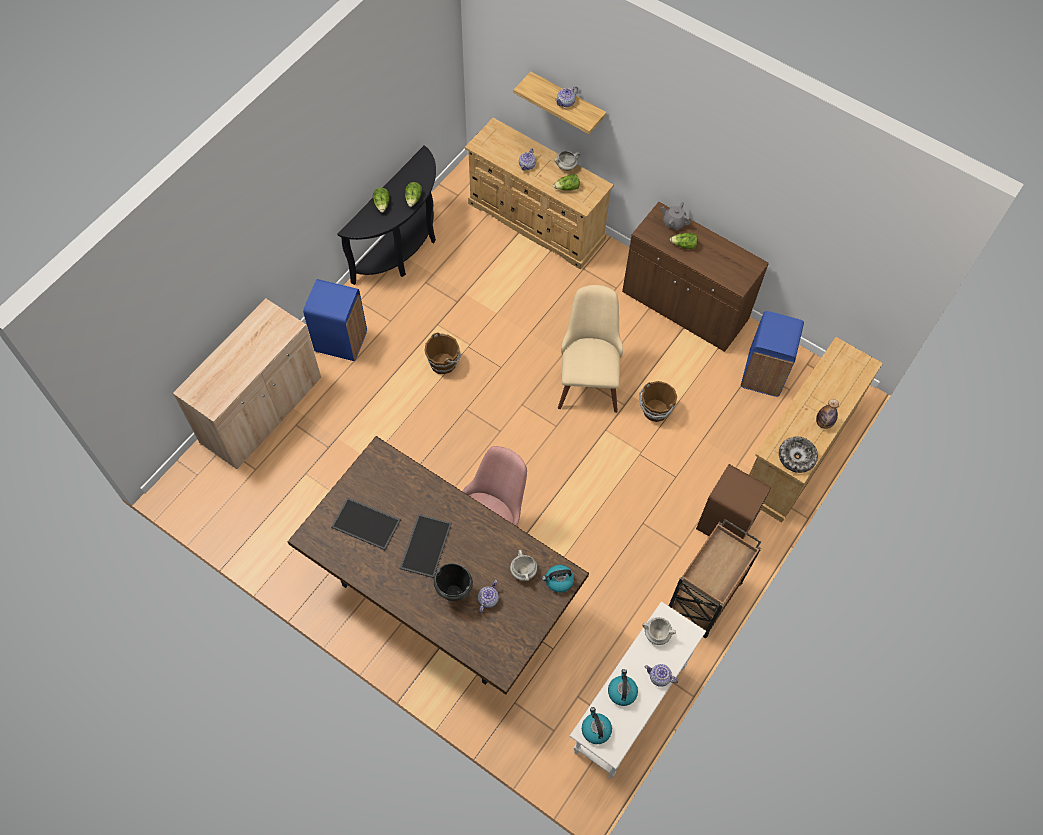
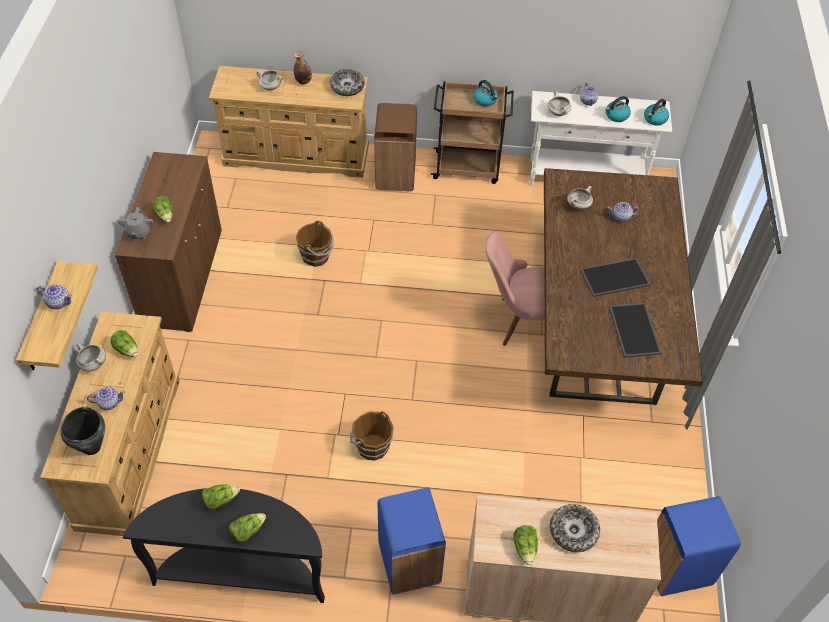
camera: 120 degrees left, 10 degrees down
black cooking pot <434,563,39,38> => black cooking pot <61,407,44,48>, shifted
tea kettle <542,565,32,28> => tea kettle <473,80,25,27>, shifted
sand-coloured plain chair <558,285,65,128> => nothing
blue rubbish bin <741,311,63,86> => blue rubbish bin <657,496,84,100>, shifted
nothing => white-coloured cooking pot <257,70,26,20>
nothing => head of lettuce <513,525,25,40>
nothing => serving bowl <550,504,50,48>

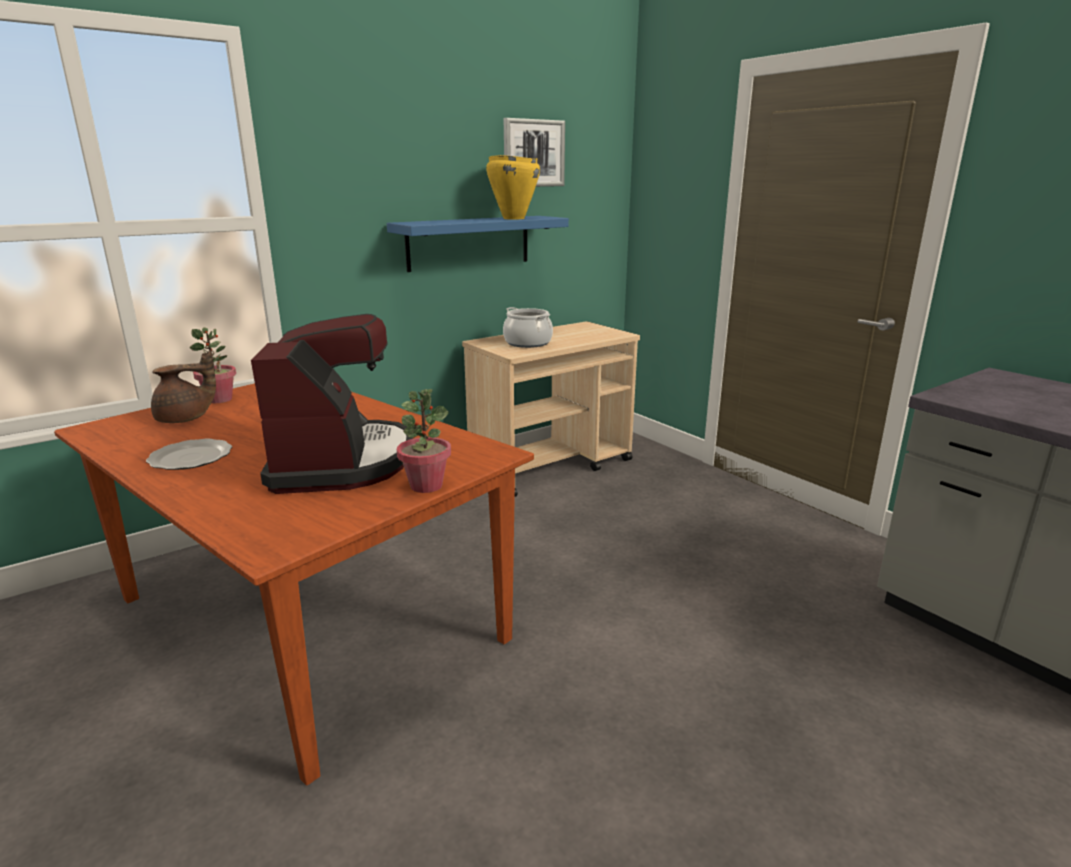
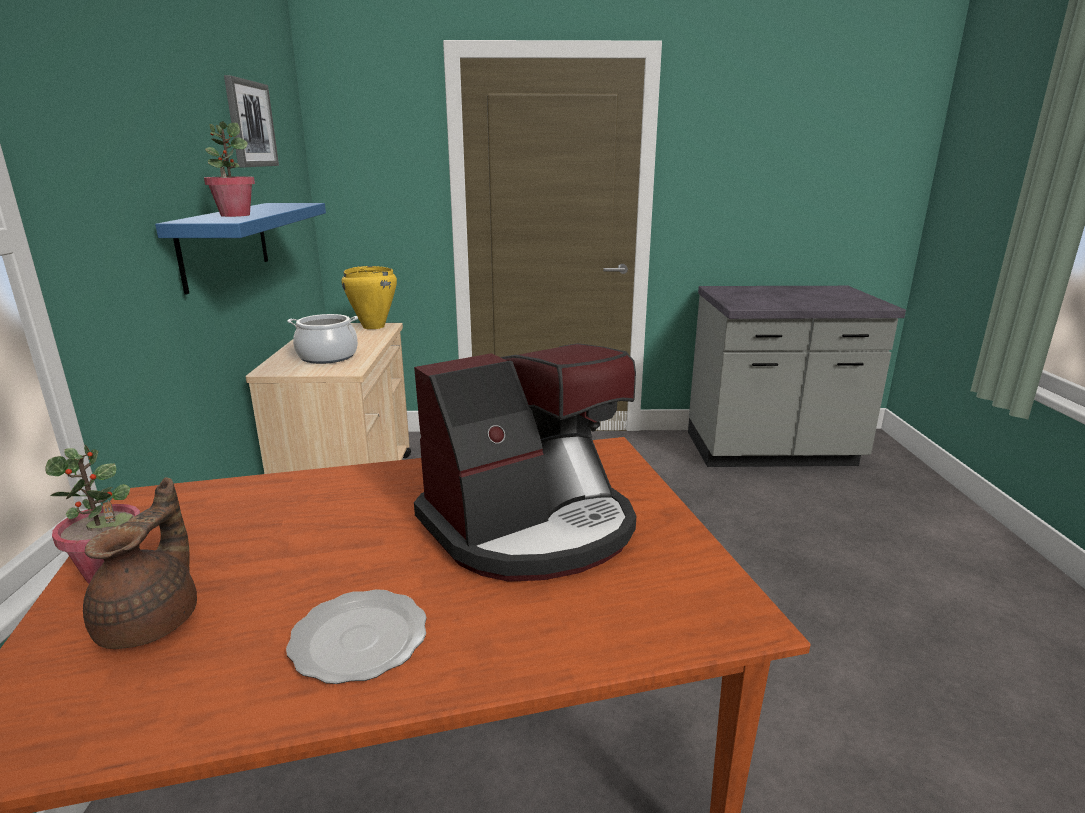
camera: 55 degrees left, 0 degrees up
coffee brewer <251,314,162,180> => coffee brewer <414,343,222,239>, 120 degrees clockwise
houseplant <397,389,54,104> => houseplant <204,121,51,96>, shifted
yellowish cooking pot <486,155,54,65> => yellowish cooking pot <341,266,56,63>, shifted

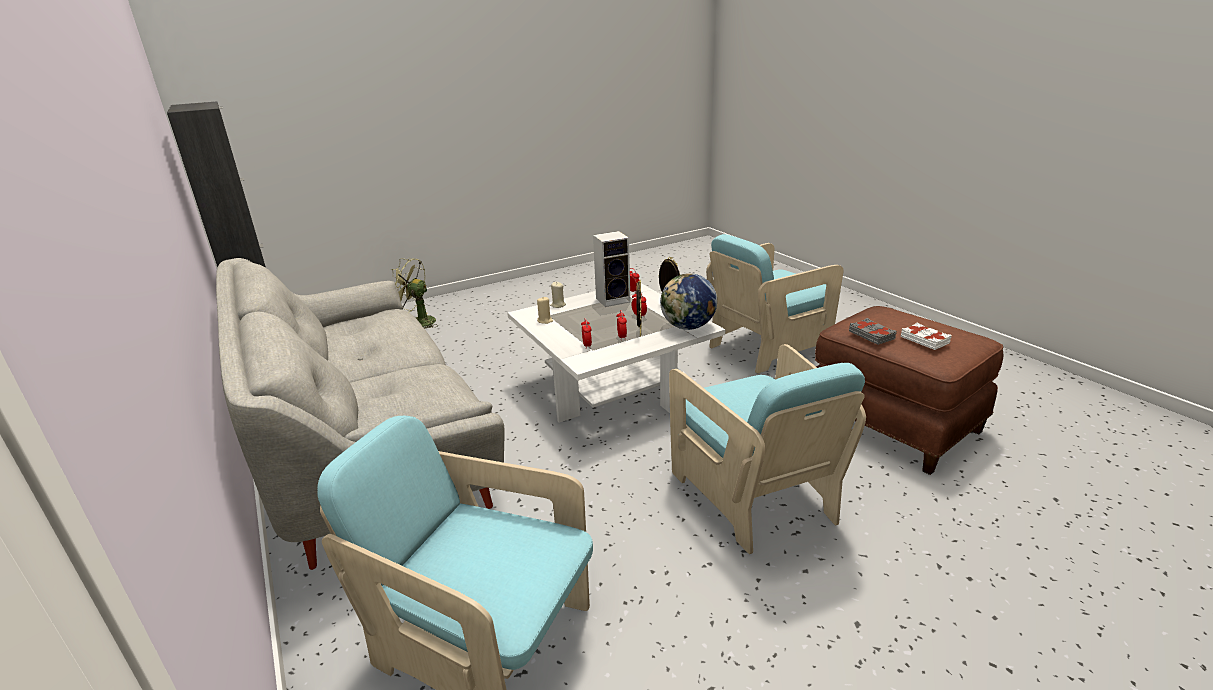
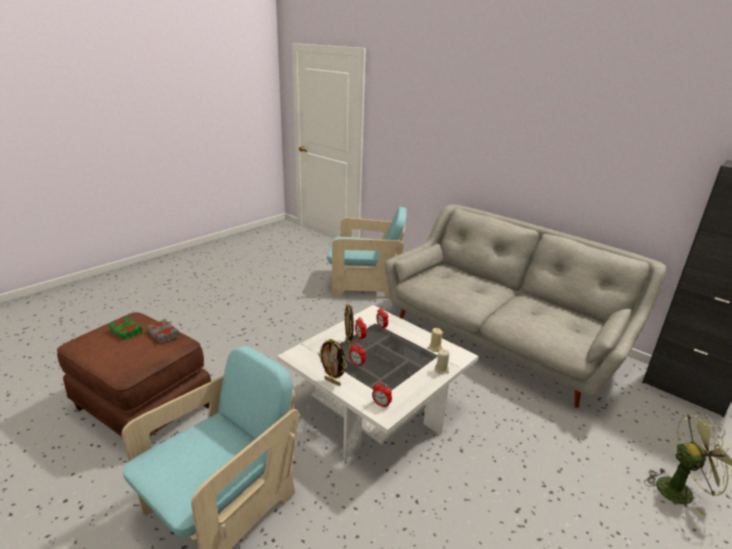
camera: 160 degrees right, 0 degrees up
audio speaker <593,231,37,76> => nothing
globe <660,273,57,57> => nothing
blue-green lounge chair <669,344,197,210> => nothing
white-coloured bound book <901,323,51,27> => green-coloured bound book <109,316,34,24>

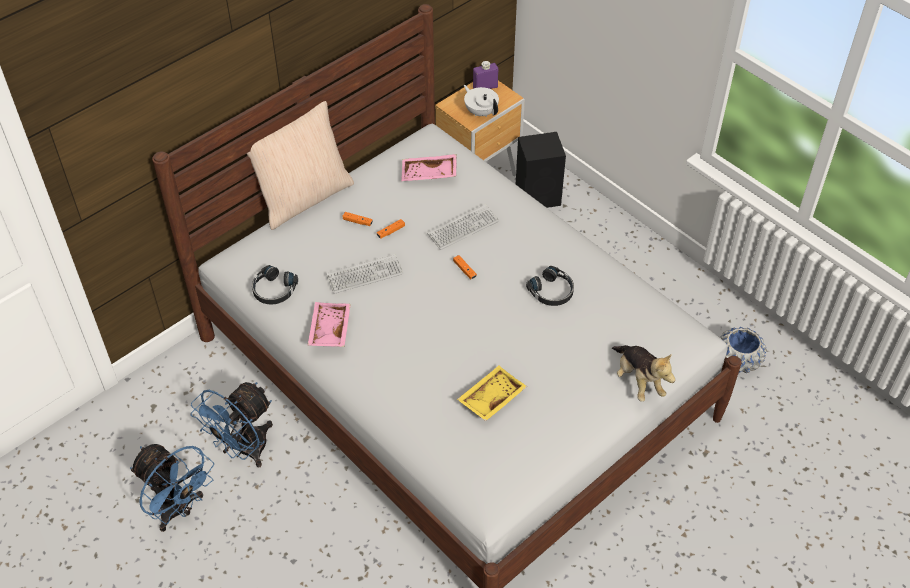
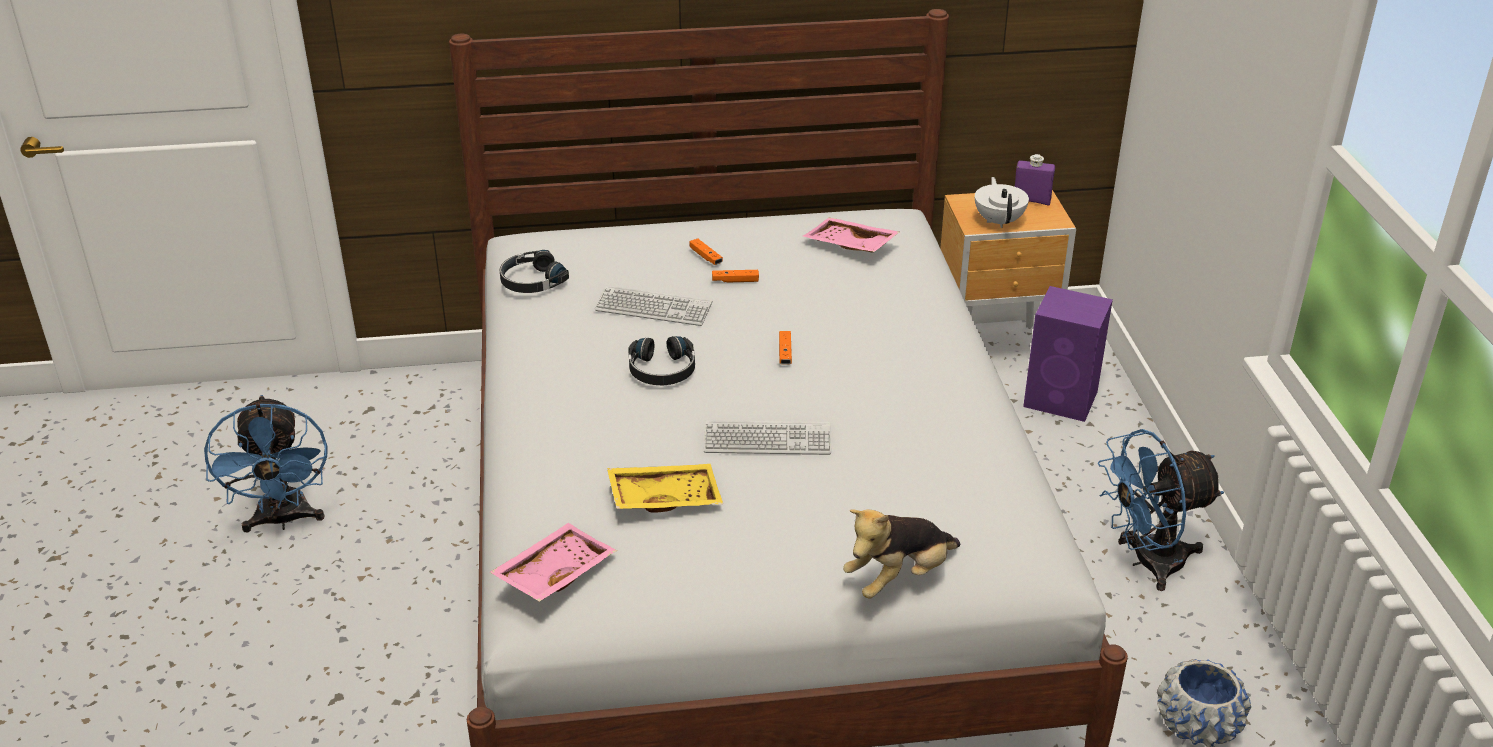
camera: 35 degrees right, 15 degrees down
blue fan <191,382,82,85> => blue fan <1098,429,126,162>, shifted
sand-coloured cushion <246,101,108,129> => nothing
pinkish serving tray <308,302,43,45> => pinkish serving tray <490,523,127,79>, shifted
computer keyboard <427,204,72,46> => computer keyboard <704,420,127,35>, shifted
black audio speaker <516,132,50,76> => purple audio speaker <1023,286,90,136>
black headset <526,266,48,40> => black headset <628,336,67,49>, shifted
soft toy <612,345,63,57> => soft toy <843,509,117,90>, 45 degrees clockwise

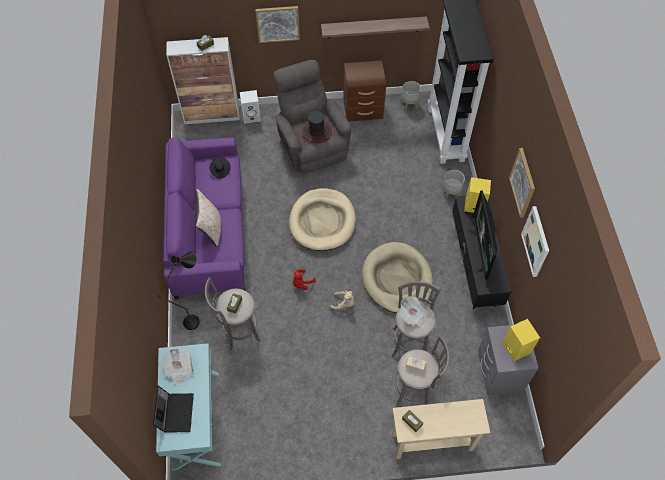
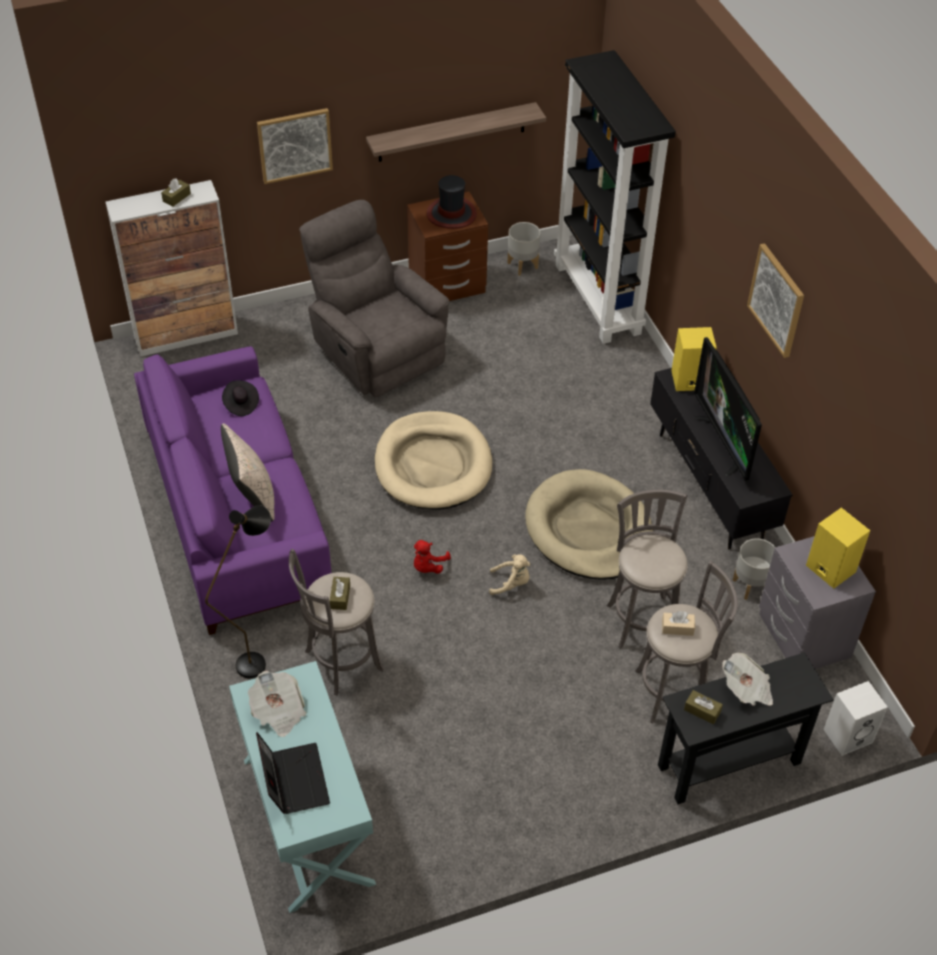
camera: 15 degrees left, 10 degrees down
white-coloured audio speaker <240,90,21,33> => white-coloured audio speaker <823,681,65,75>, shifted
clothing hat <302,111,30,32> => clothing hat <427,175,50,54>, shifted
sand-coloured hall table <392,399,98,60> => black hall table <658,652,176,152>
daily paper <400,296,28,32> => daily paper <722,653,51,53>, shifted
grey planter <443,170,22,30> => grey planter <732,538,43,62>, shifted
wall art <521,206,28,71> => nothing

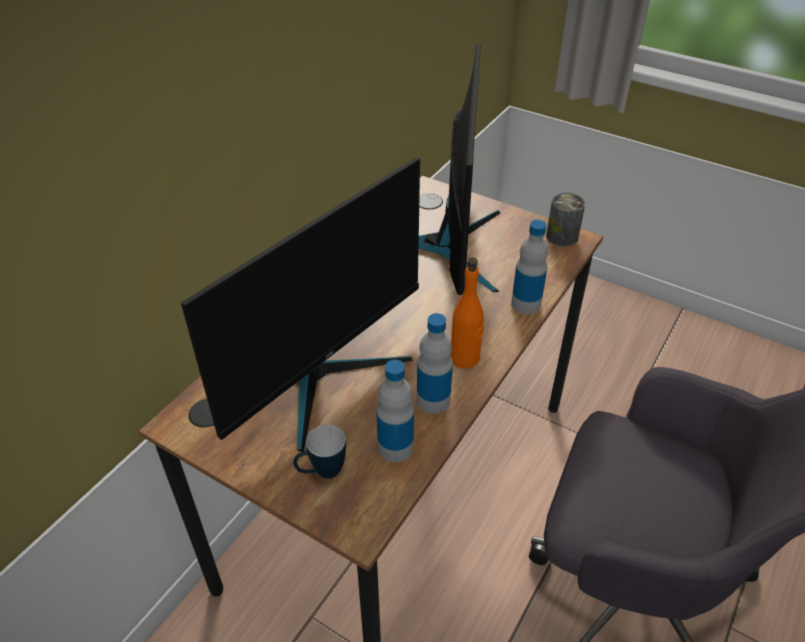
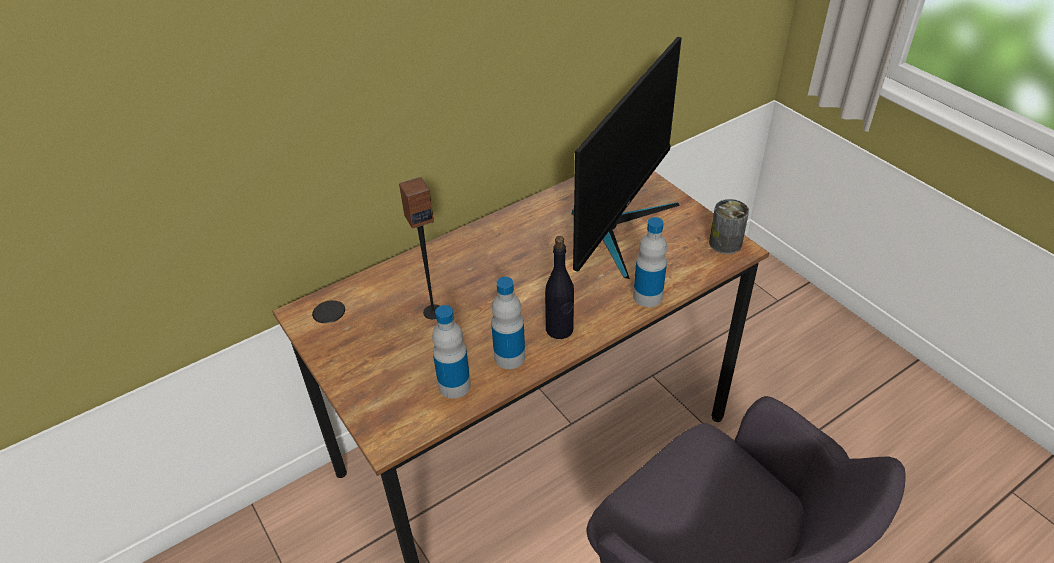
camera: 25 degrees right, 0 degrees up
monitor <181,158,239,294> => audio speaker <399,177,41,142>
coffee mug <293,425,53,54> => nothing
orange-coloured bottle <450,257,34,112> => black bottle <545,236,29,103>

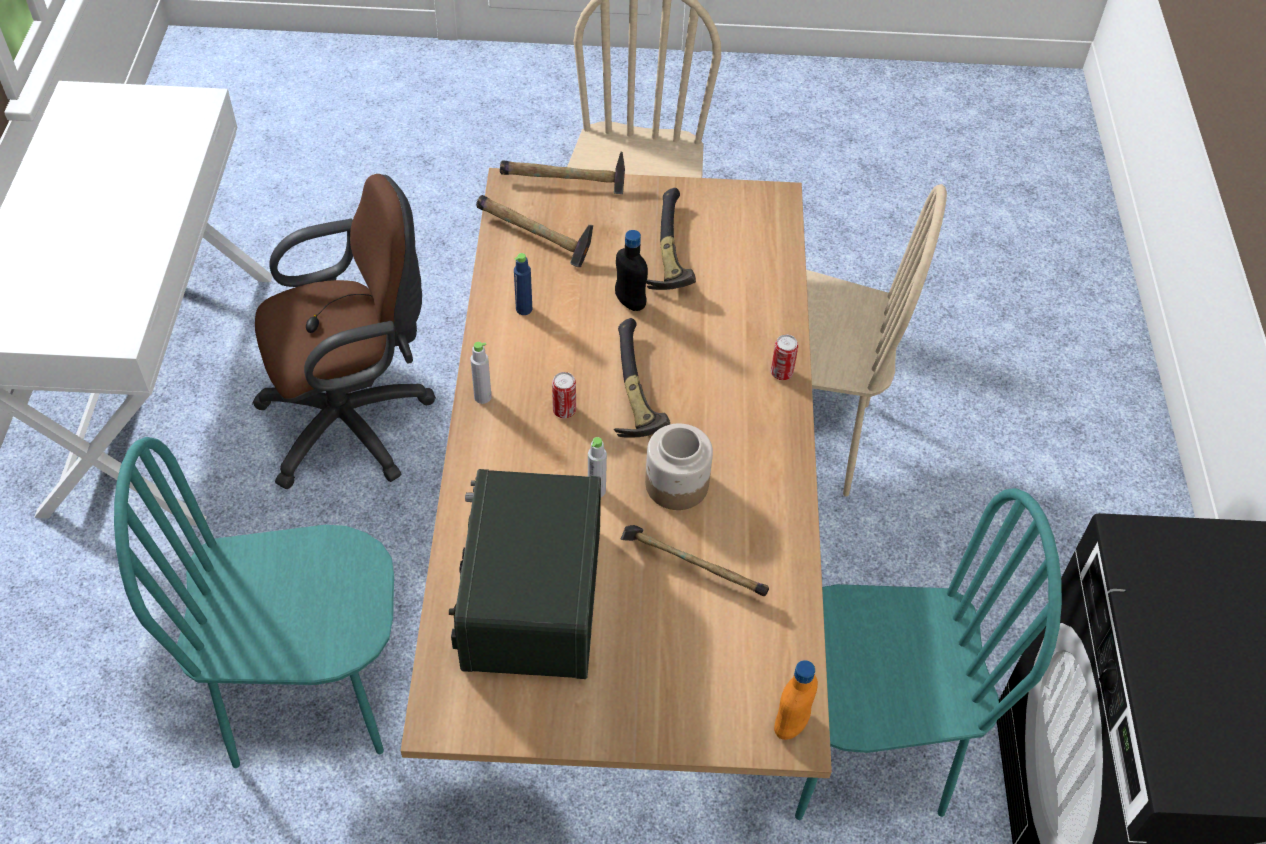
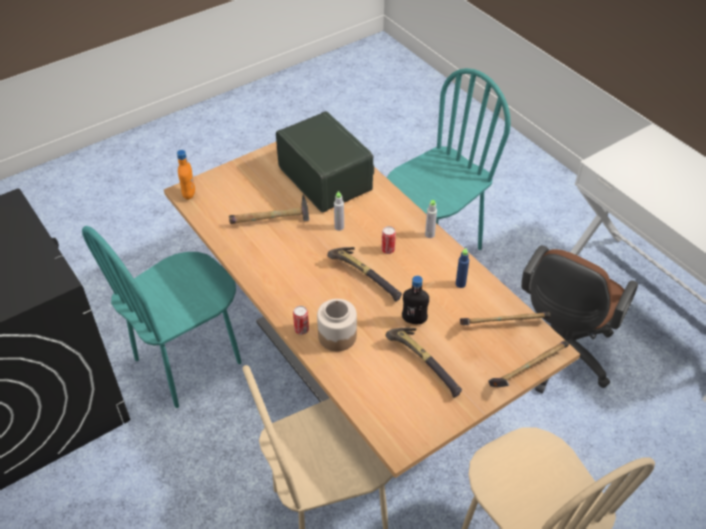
camera: 145 degrees right, 5 degrees down
storage jar <645,424,68,86> => storage jar <317,299,40,52>, shifted

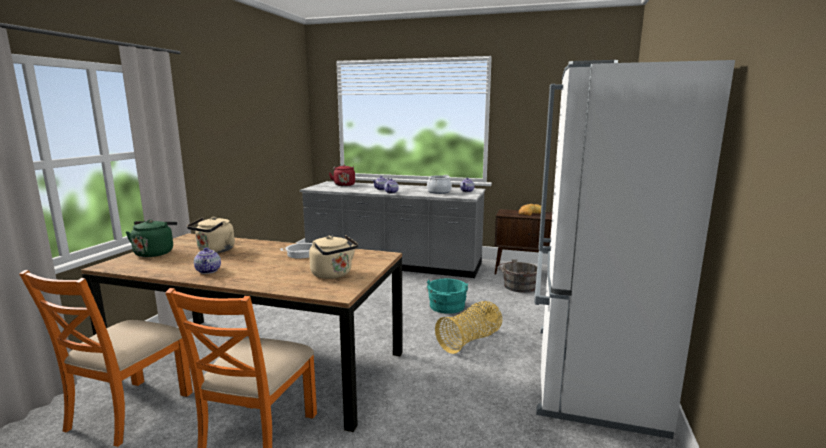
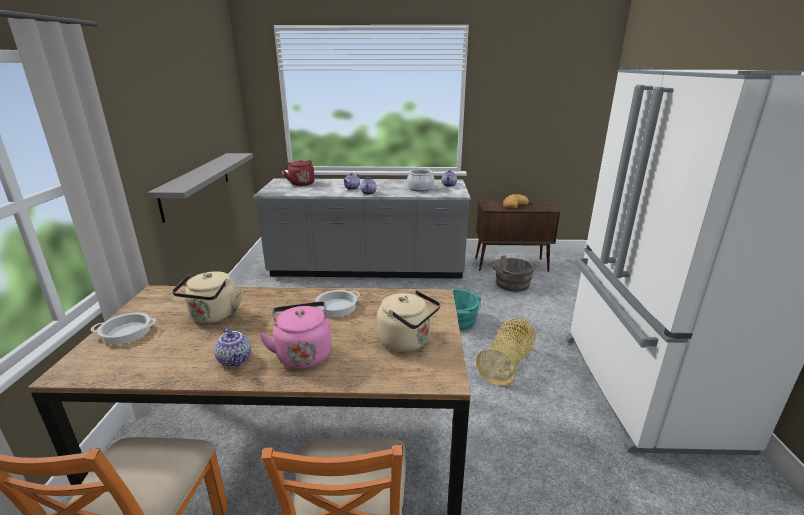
camera: 15 degrees left, 10 degrees up
green-coloured tea kettle <126,220,51,37> => cooking pot <91,313,65,32>
nothing => grey wall shelf <148,153,105,70>
nothing => pinkish tea kettle <259,301,72,68>

